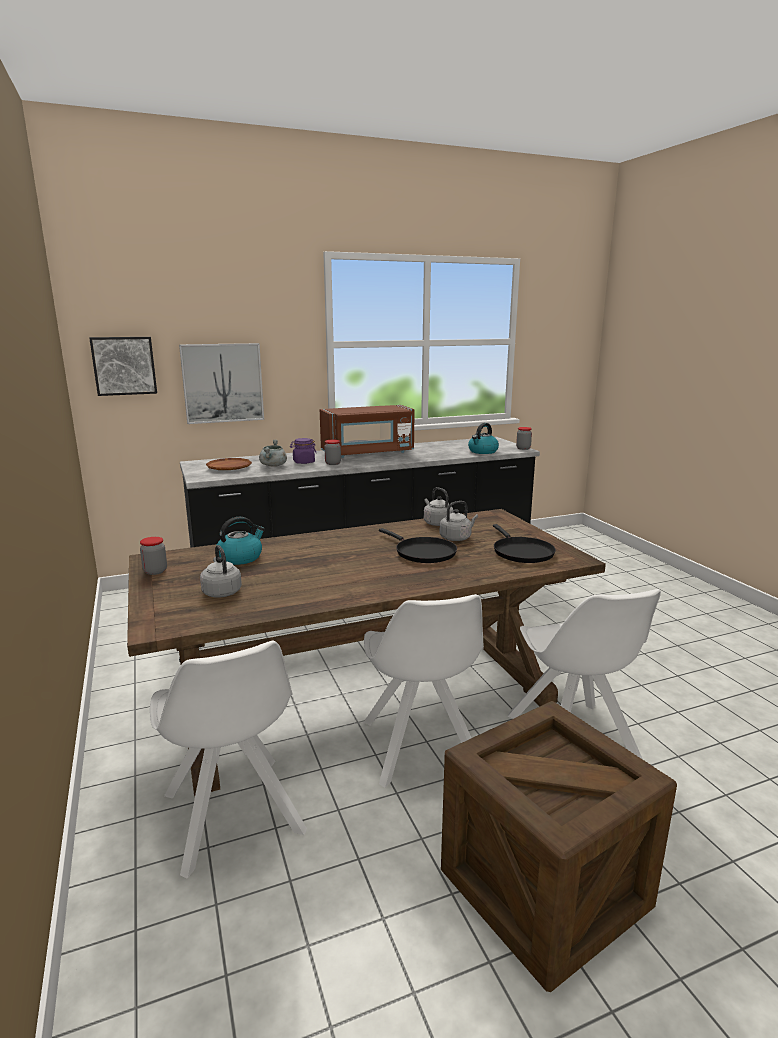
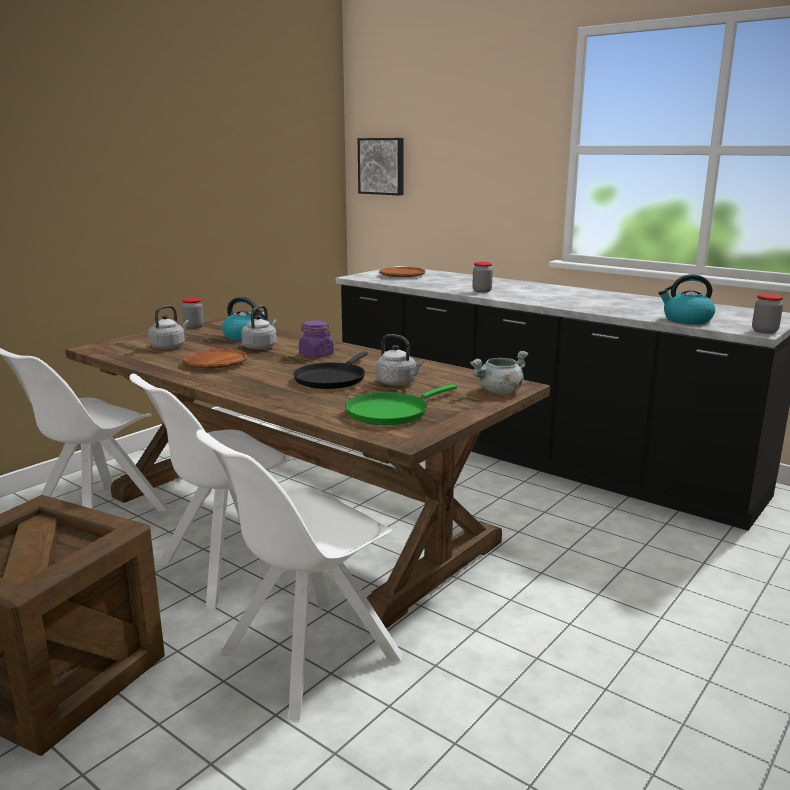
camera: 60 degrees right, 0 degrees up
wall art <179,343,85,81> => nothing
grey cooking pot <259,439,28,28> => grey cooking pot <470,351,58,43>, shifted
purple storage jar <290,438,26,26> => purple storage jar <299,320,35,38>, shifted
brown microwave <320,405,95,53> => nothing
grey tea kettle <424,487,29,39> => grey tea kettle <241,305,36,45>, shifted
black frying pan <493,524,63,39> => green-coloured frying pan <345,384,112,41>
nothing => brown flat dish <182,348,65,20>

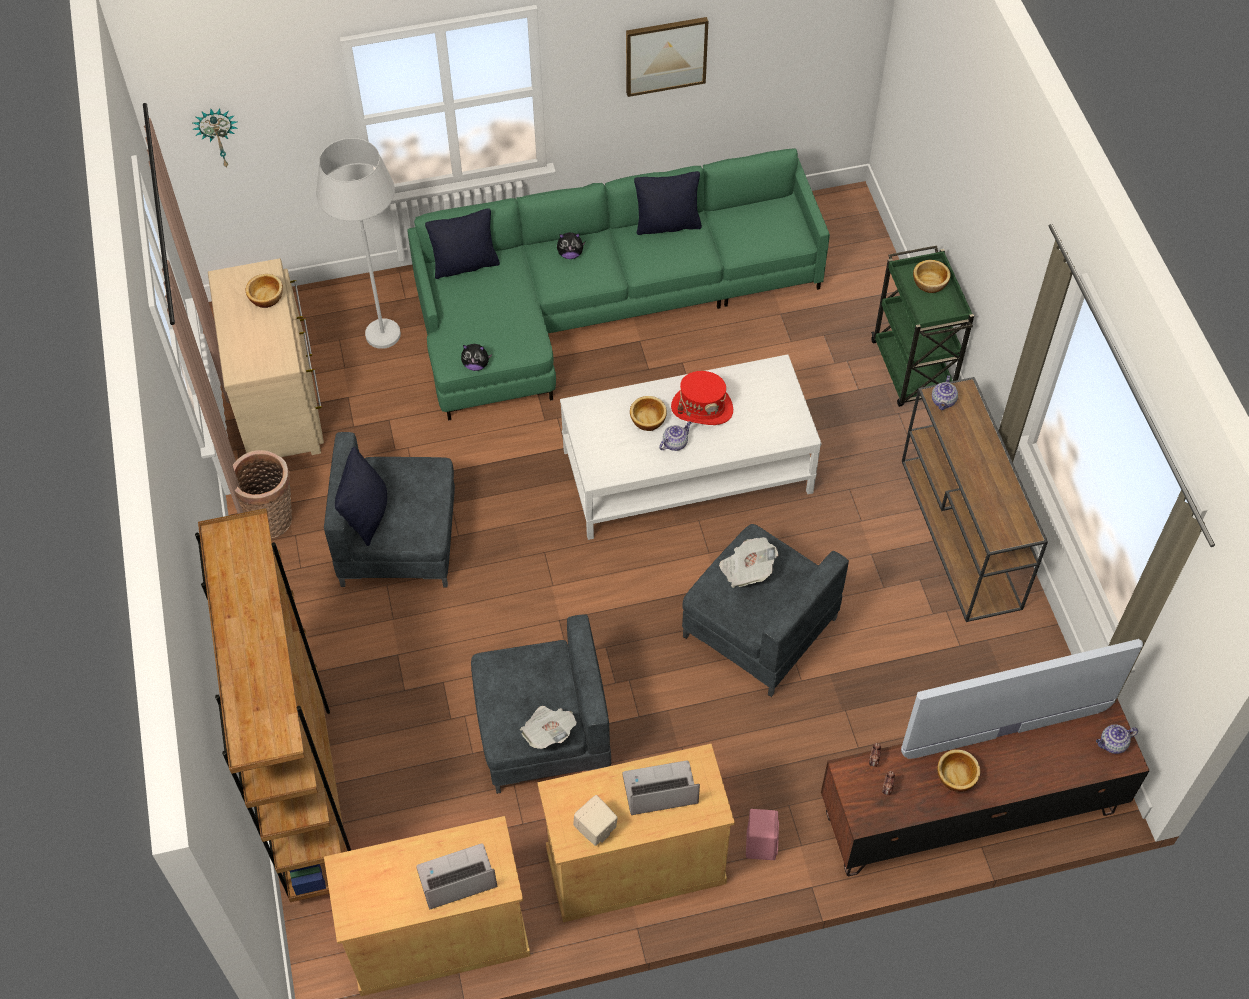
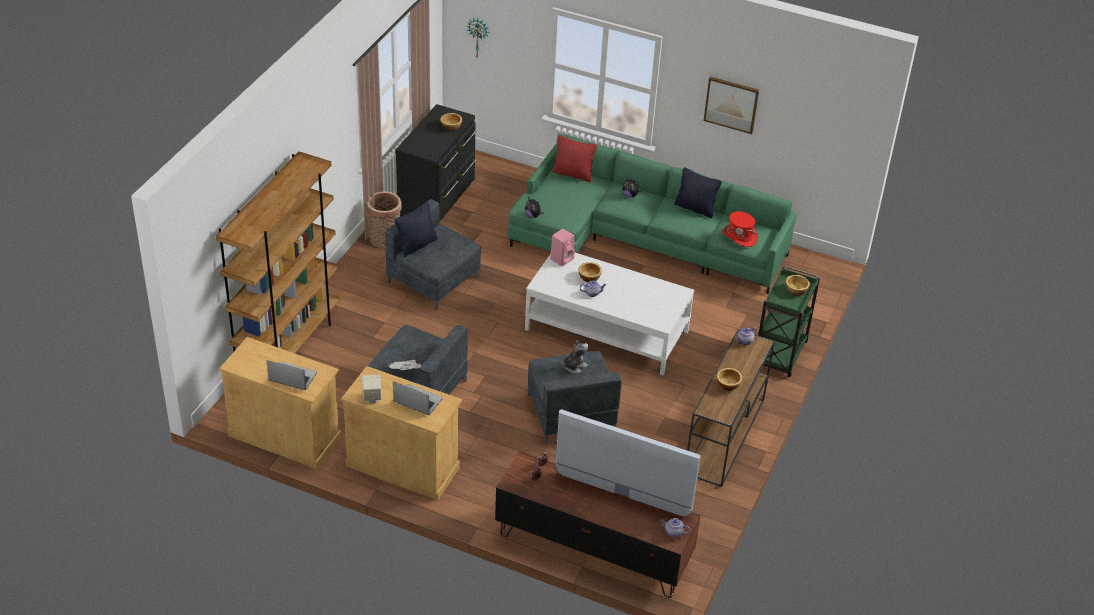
camera: 35 degrees right, 15 degrees down
sand-coloured chest of drawers <208,258,116,199> => black chest of drawers <395,104,81,118>
white-coloured standard lamp <316,138,85,211> => nothing
black cushion <425,208,75,71> => reddish cushion <552,135,45,47>
reddish clothing hat <671,371,62,54> => reddish clothing hat <722,211,36,36>, shifted
daily paper <719,537,59,51> => soft toy <561,340,28,33>
pinkish audio speaker <746,809,33,51> => pinkish audio speaker <550,229,25,37>, shifted
serving bowl <937,749,43,43> => serving bowl <717,368,25,23>, shifted

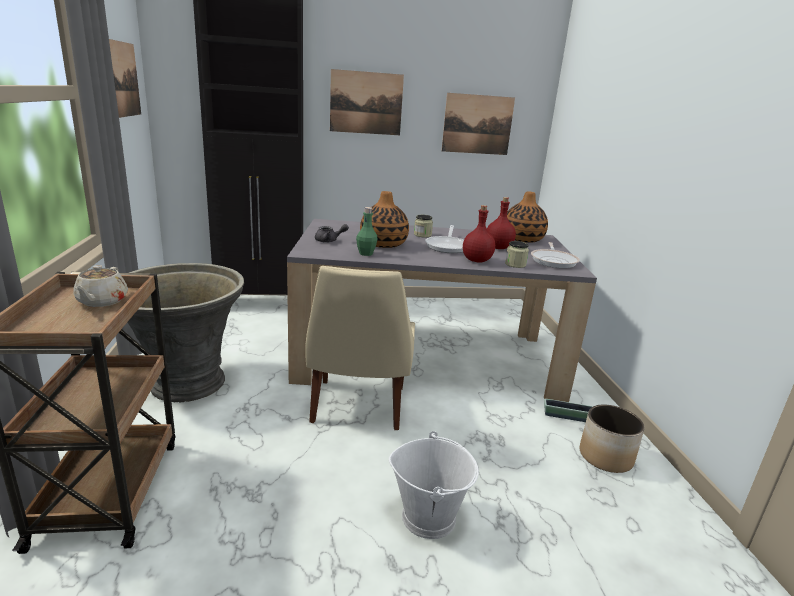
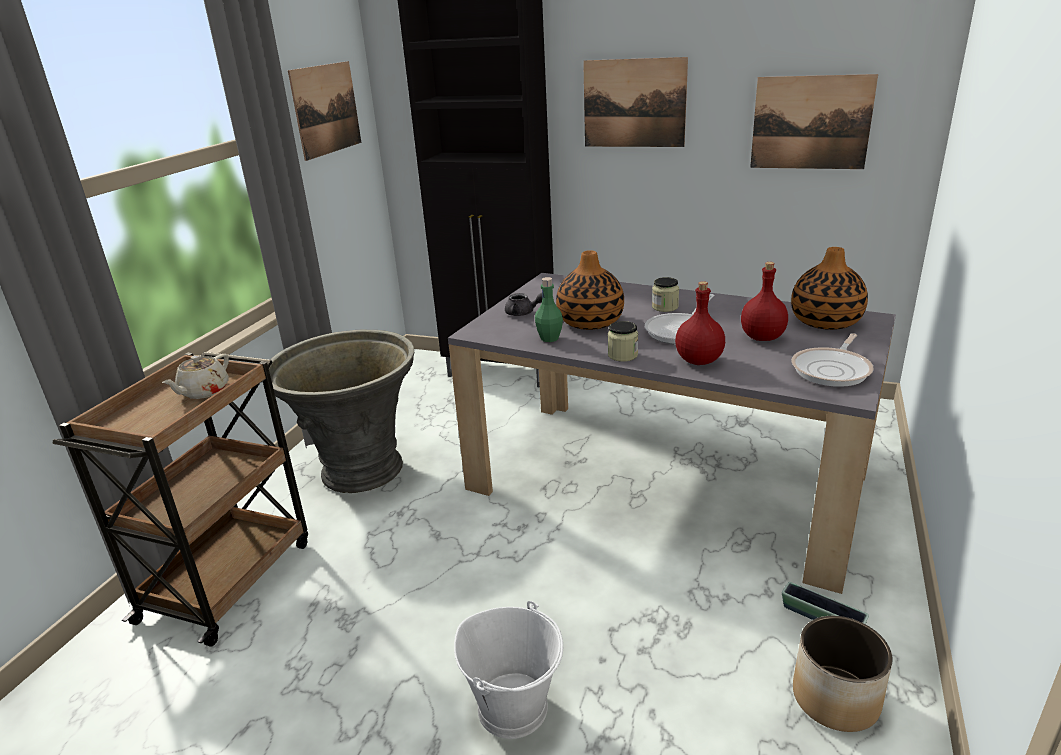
camera: 30 degrees right, 5 degrees up
sand-coloured plain chair <305,266,110,164> => nothing
storage jar <505,241,24,27> => storage jar <608,321,30,41>, shifted

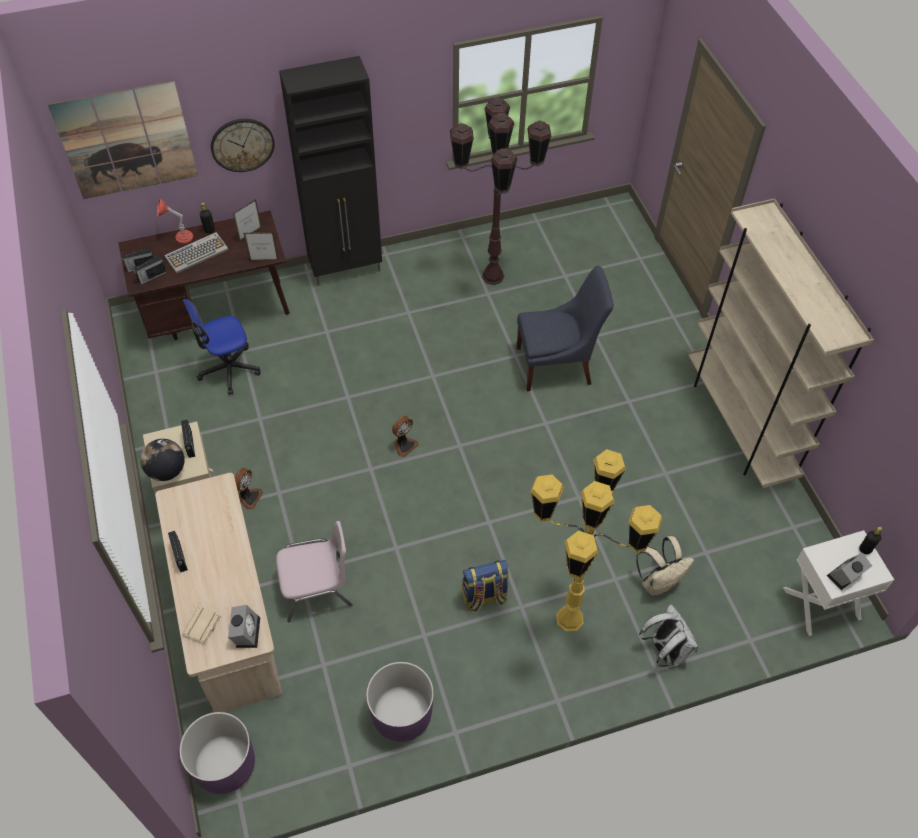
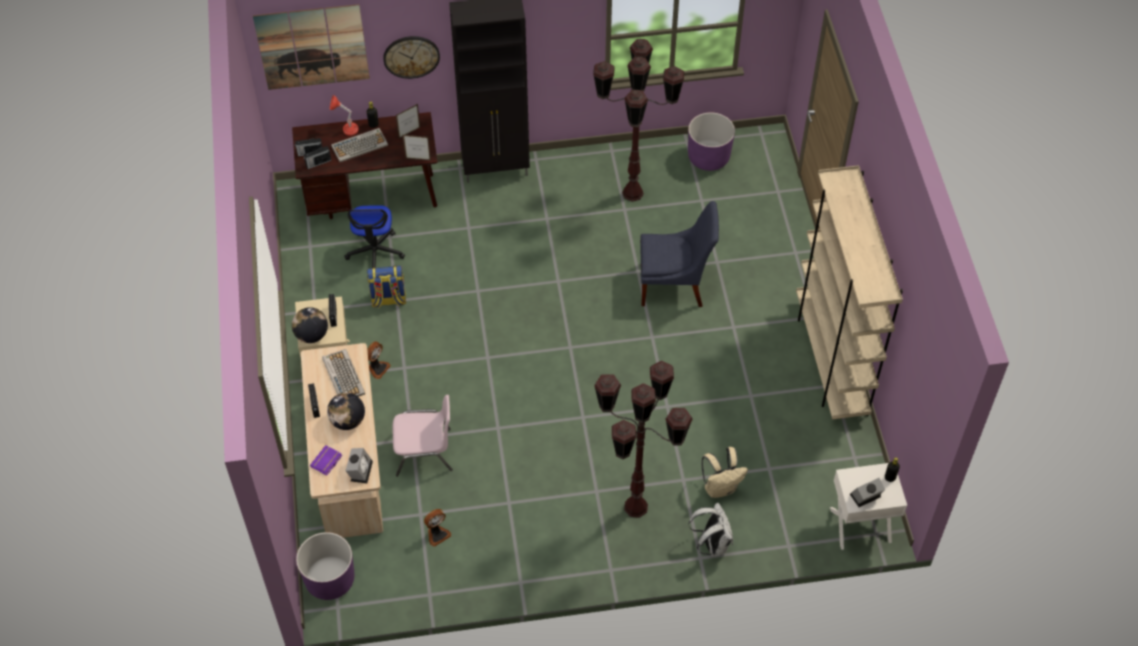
camera: 10 degrees right, 0 degrees up
sand-coloured bound book <182,606,39,38> => purple bound book <310,445,32,30>
computer chair <183,299,78,96> => computer chair <344,205,61,63>, 75 degrees counterclockwise
purple planter <366,662,68,80> => purple planter <688,113,47,58>, shifted
fan <392,416,27,41> => fan <424,509,27,38>, shifted
backpack <462,560,47,52> => backpack <367,266,40,42>, shifted
yellowish standard lamp <531,449,131,183> => brown standard lamp <594,361,99,157>
nothing => computer keyboard <322,349,43,48>
nothing => globe <327,392,38,38>

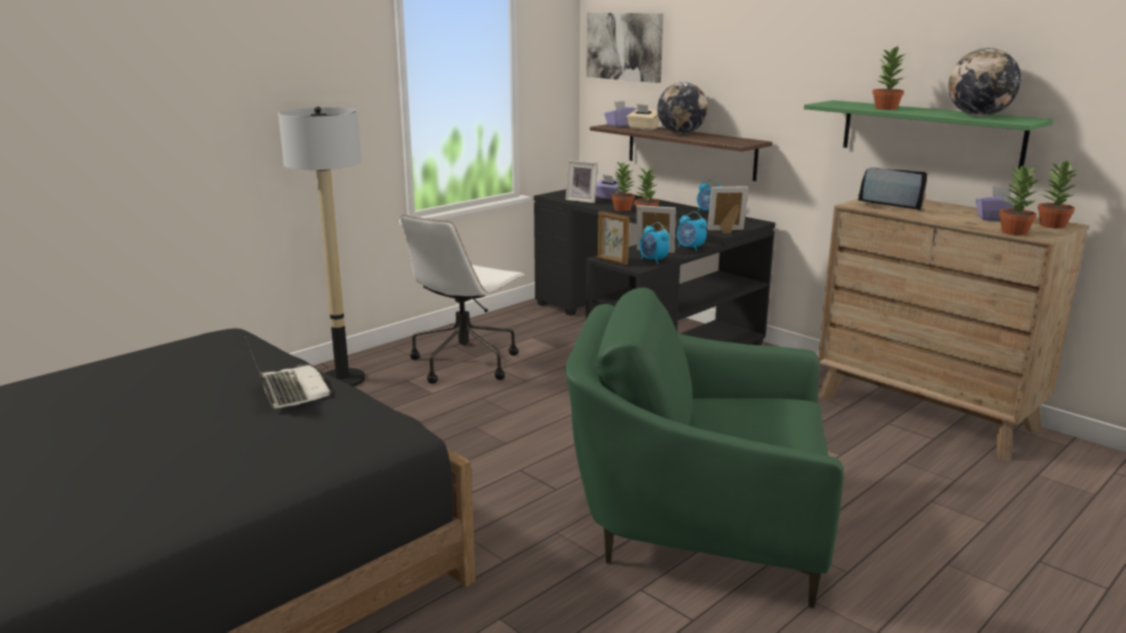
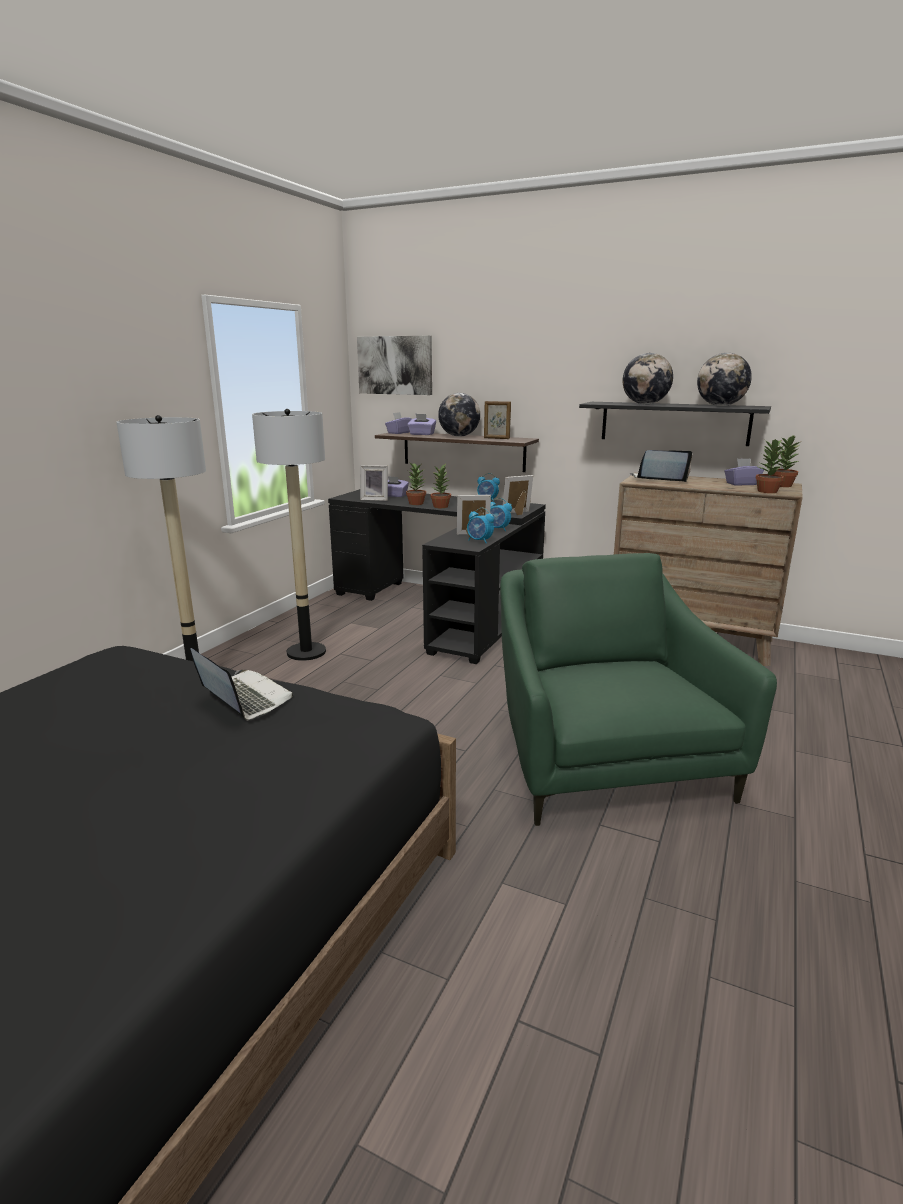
camera: 20 degrees left, 0 degrees up
white-coloured computer chair <401,215,125,169> => standard lamp <252,409,74,252>
green-coloured lounge chair <566,288,278,320> => green-coloured lounge chair <500,553,277,273>, 90 degrees clockwise
picture frame <598,211,31,54> => picture frame <484,401,27,38>, shifted
sand-coloured tissue box <626,104,34,26> => purple tissue box <407,414,29,21>
green-coloured wall shelf <804,100,249,69> => black wall shelf <579,402,192,44>
houseplant <872,46,34,64> => globe <623,353,50,51>

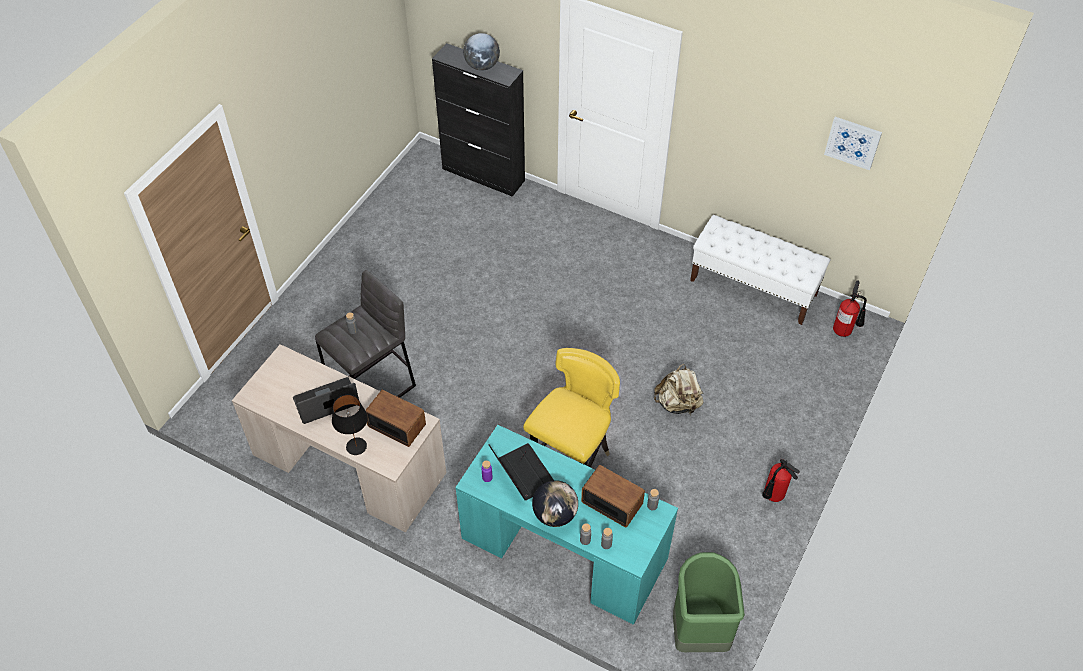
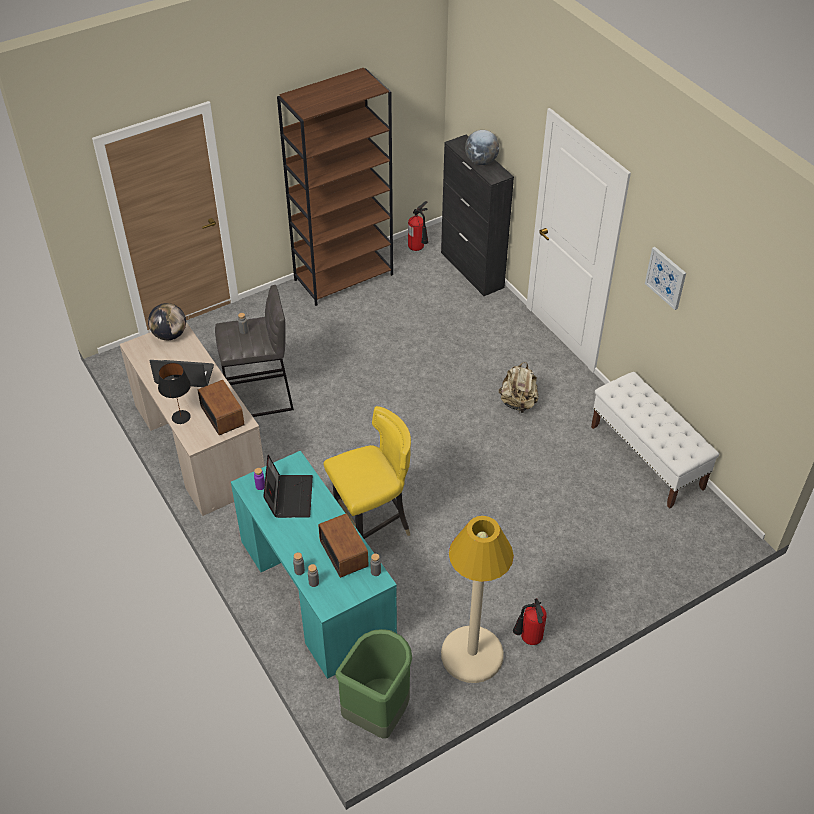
camera: 30 degrees right, 5 degrees down
globe <532,480,46,47> => globe <148,303,38,37>, shifted
sand-coloured backpack <654,364,49,52> => sand-coloured backpack <499,362,40,51>, shifted
wall art <824,117,58,53> => wall art <645,247,41,63>, shifted
extinguisher <833,281,34,56> => extinguisher <408,201,20,50>, shifted
nothing => brown bookshelf <277,68,116,238>
nothing => sand-coloured standard lamp <441,516,73,167>

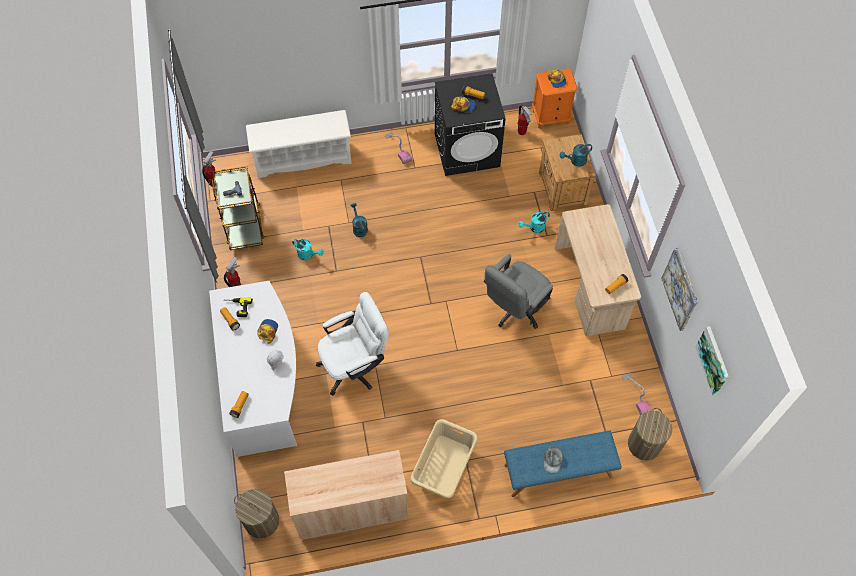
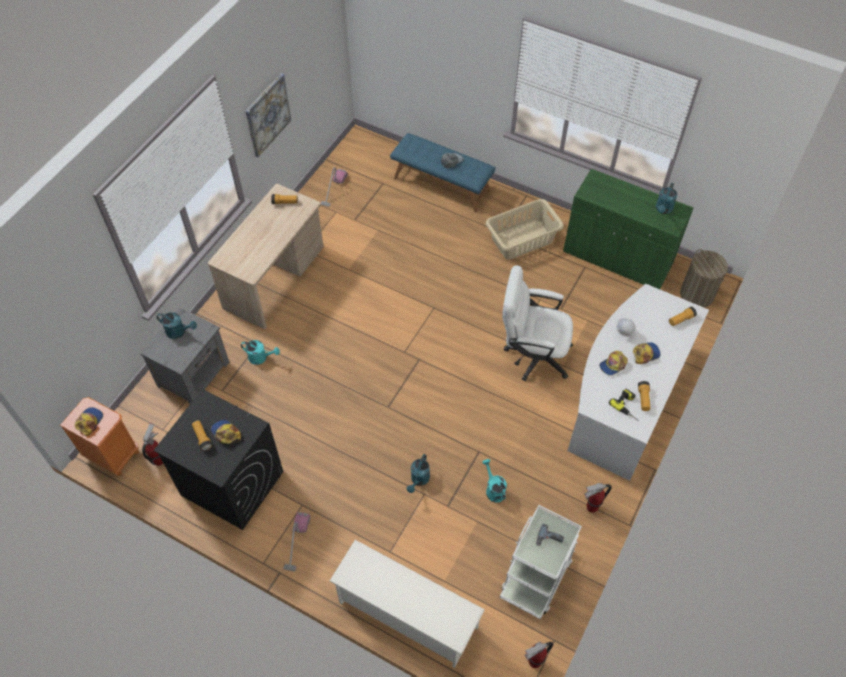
camera: 140 degrees left, 5 degrees down
brown wheeled cart <212,166,52,84> => white-coloured wheeled cart <500,505,82,114>
sand-coloured cabinet <284,450,125,90> => green-coloured cabinet <563,169,131,120>
grey computer chair <484,254,69,75> => nothing
brown bedside table <539,134,57,77> => grey bedside table <141,308,88,96>
washing basket <628,408,44,52> => nothing
wall art <695,326,33,69> => nothing
nothing => peaked cap <633,342,27,22>
nothing => blue-green watering pot <656,183,21,31>

